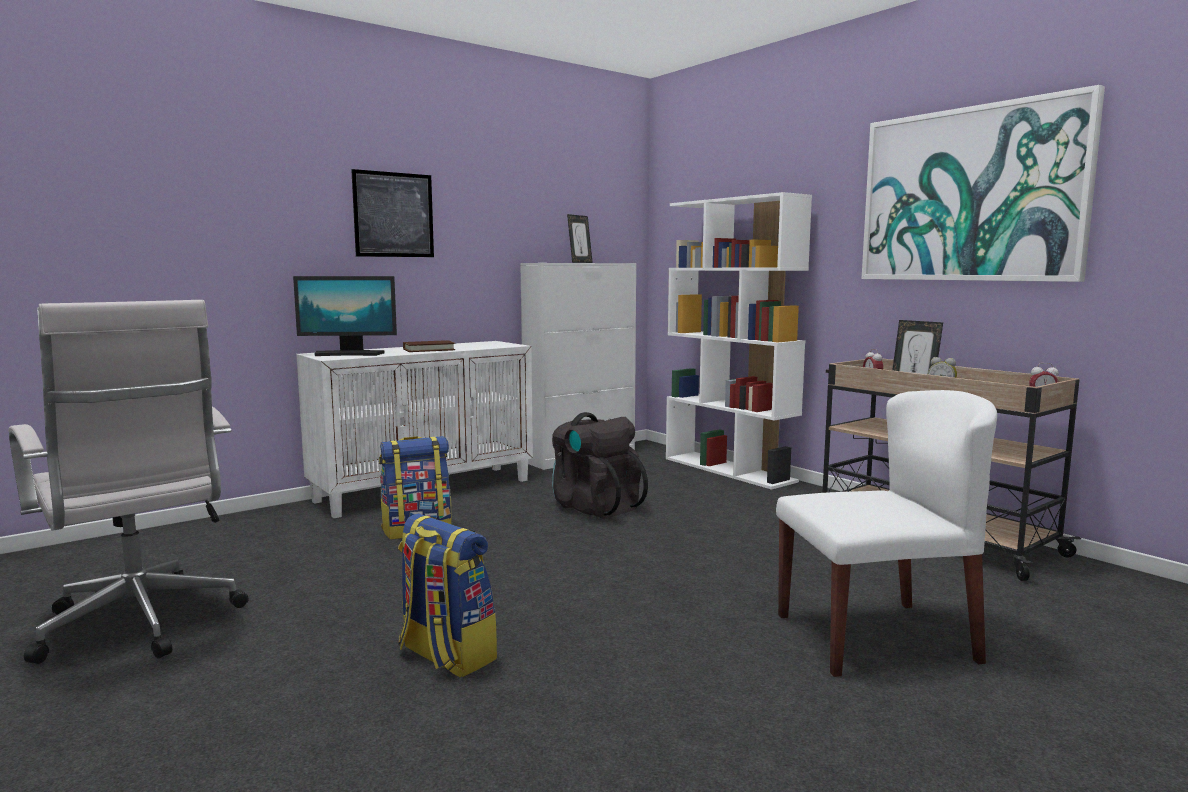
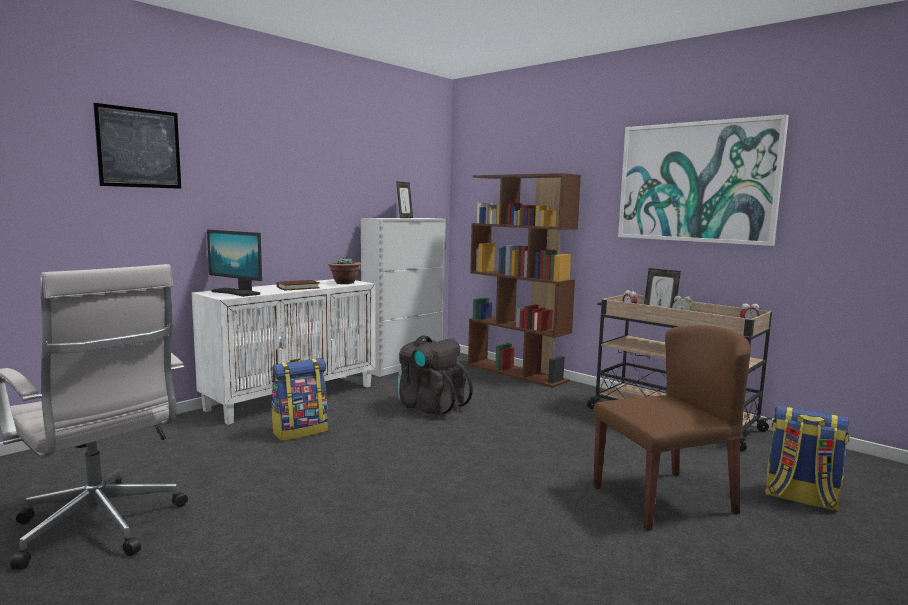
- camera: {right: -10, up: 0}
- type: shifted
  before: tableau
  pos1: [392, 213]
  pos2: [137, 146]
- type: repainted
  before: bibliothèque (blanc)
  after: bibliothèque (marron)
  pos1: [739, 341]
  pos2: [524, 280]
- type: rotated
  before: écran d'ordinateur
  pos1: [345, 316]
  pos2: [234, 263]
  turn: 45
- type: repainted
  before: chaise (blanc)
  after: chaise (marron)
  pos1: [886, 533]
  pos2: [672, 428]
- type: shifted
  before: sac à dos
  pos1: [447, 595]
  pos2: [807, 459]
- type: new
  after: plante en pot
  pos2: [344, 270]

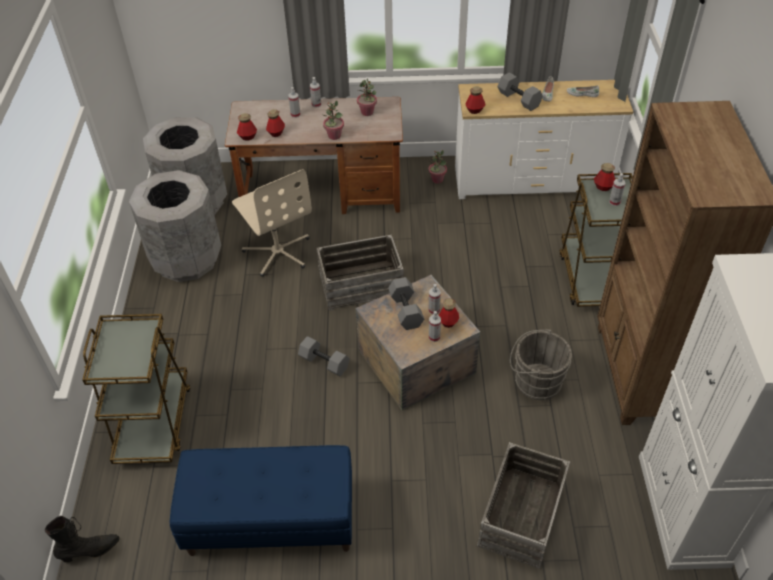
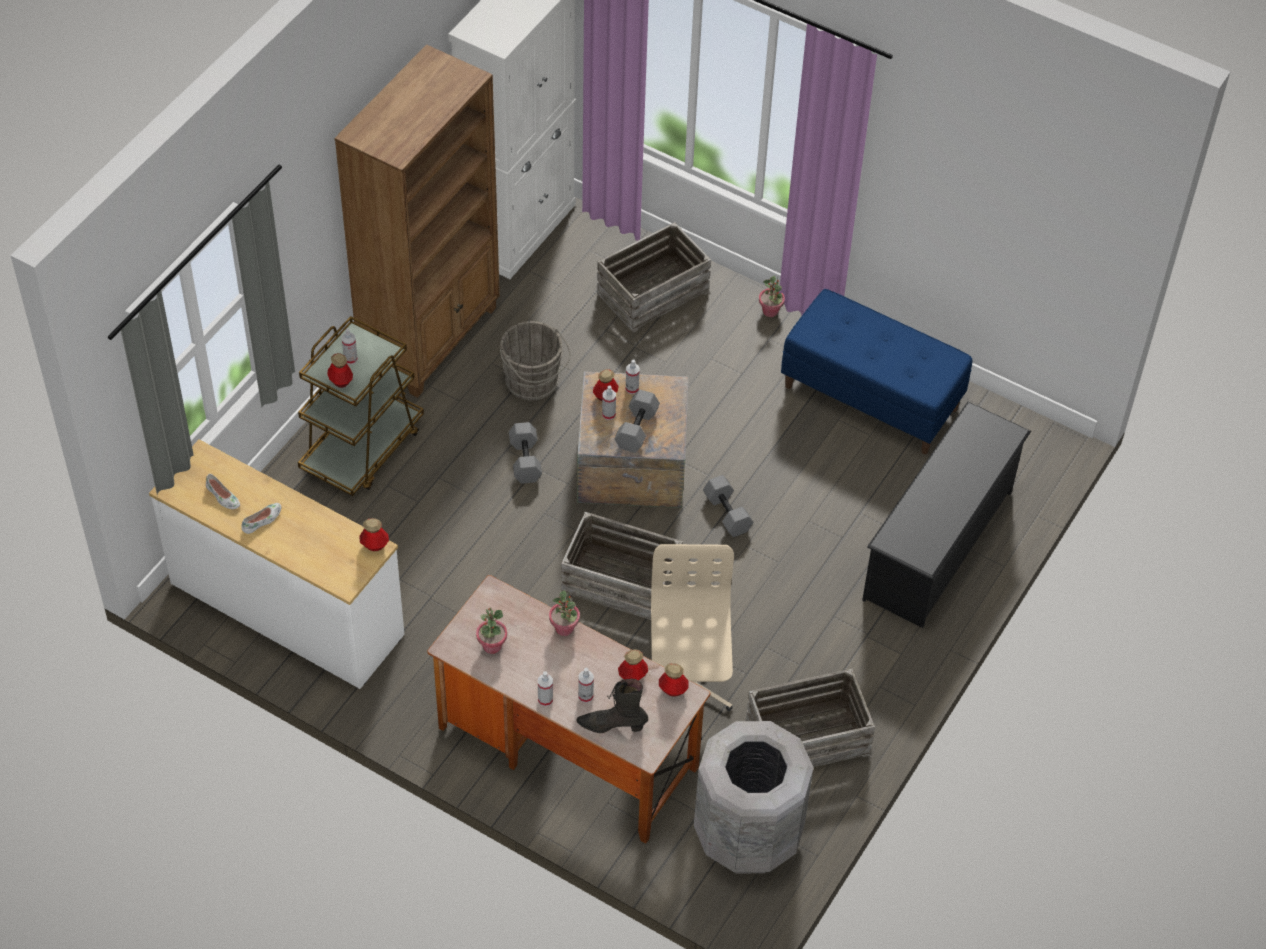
- camera: {right: -150, up: 5}
- type: shifted
  before: haltère (gris)
  pos1: [520, 91]
  pos2: [525, 453]
- type: shifted
  before: plante en pot
  pos1: [437, 167]
  pos2: [772, 296]
- type: swapped
  before: poubelle (gris)
  after: caisse
  pos1: [175, 226]
  pos2: [810, 717]
- type: swapped
  before: chariot (marron)
  after: étagère à chaussures (noir)
  pos1: [136, 389]
  pos2: [946, 515]
- type: shifted
  before: botte (noir)
  pos1: [82, 539]
  pos2: [612, 706]

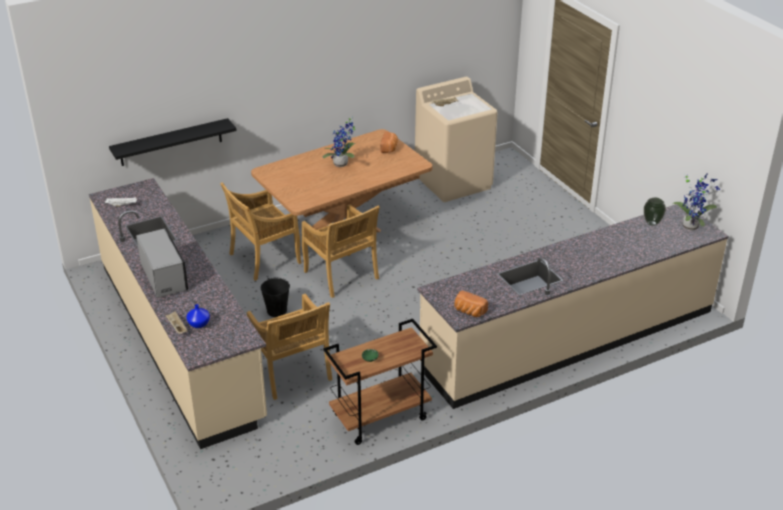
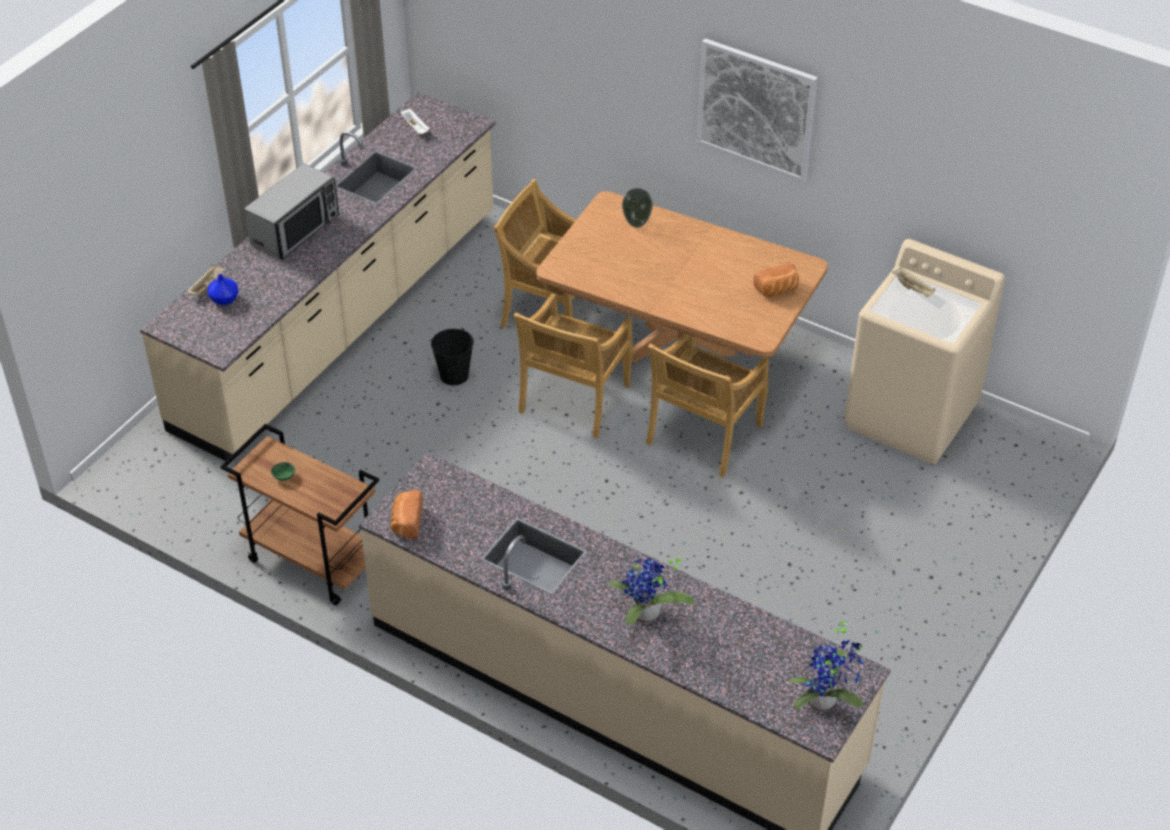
- camera: {right: 60, up: 10}
- type: shifted
  before: plante en pot
  pos1: [338, 141]
  pos2: [651, 590]
- type: gone
  before: étagère (noir)
  pos1: [173, 142]
- type: shifted
  before: vase
  pos1: [655, 212]
  pos2: [637, 208]
- type: shifted
  before: chaise (beige)
  pos1: [290, 347]
  pos2: [707, 405]
- type: new
  after: tableau
  pos2: [757, 110]

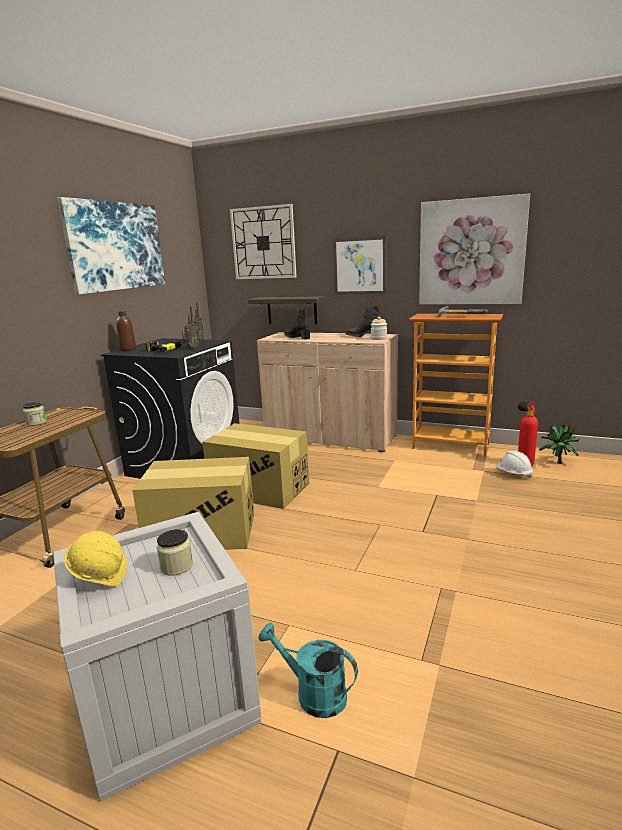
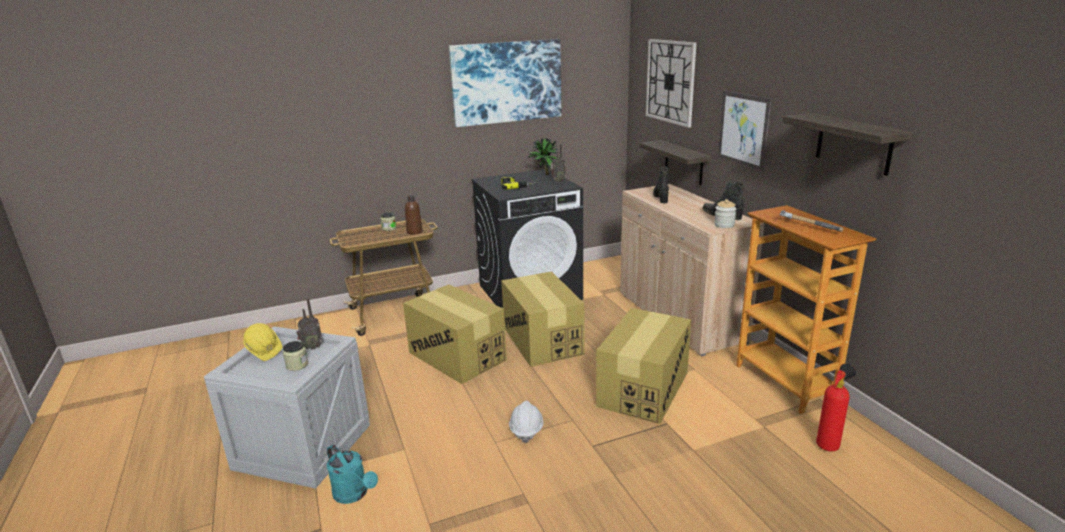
- camera: {right: 45, up: 5}
- type: swapped
  before: tableau
  after: étagère
  pos1: [474, 249]
  pos2: [847, 144]
- type: shifted
  before: radio
  pos1: [190, 327]
  pos2: [309, 324]
- type: shifted
  before: bouteille (marron)
  pos1: [126, 331]
  pos2: [414, 215]
- type: shifted
  before: plante en pot
  pos1: [559, 444]
  pos2: [543, 157]
- type: shifted
  before: casque de chantier (blanc)
  pos1: [514, 465]
  pos2: [526, 422]
- type: rotated
  before: arrosoir (turquoise)
  pos1: [308, 670]
  pos2: [352, 474]
  turn: 150
- type: new
  after: carton
  pos2: [643, 366]

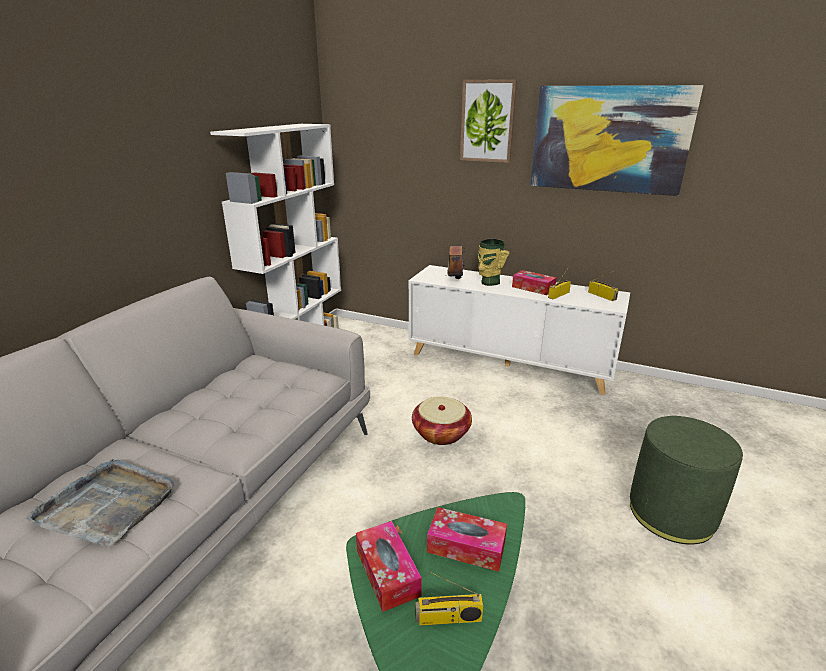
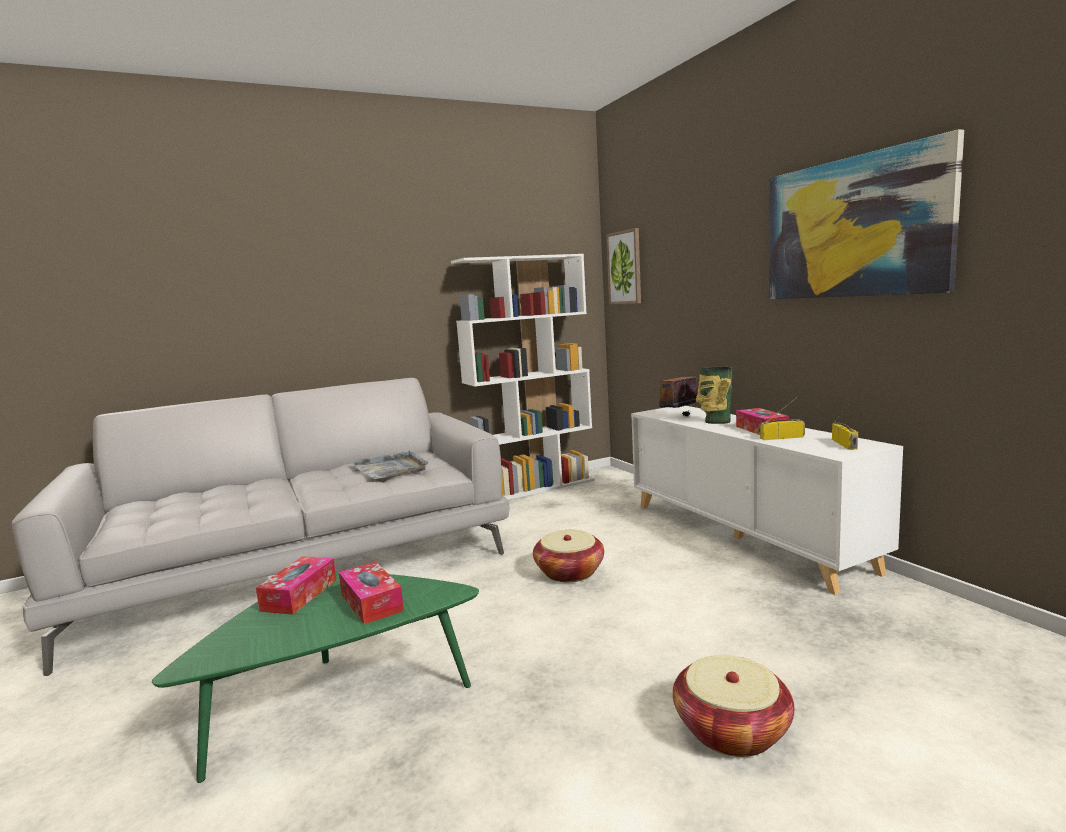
- camera: {right: 40, up: -15}
- type: shifted
  before: tableau
  pos1: [488, 121]
  pos2: [623, 266]
- type: swapped
  before: pouf (vert)
  after: panier
  pos1: [686, 480]
  pos2: [733, 706]
- type: shifted
  before: plateau (gris)
  pos1: [99, 502]
  pos2: [390, 464]
- type: gone
  before: radio
  pos1: [449, 598]

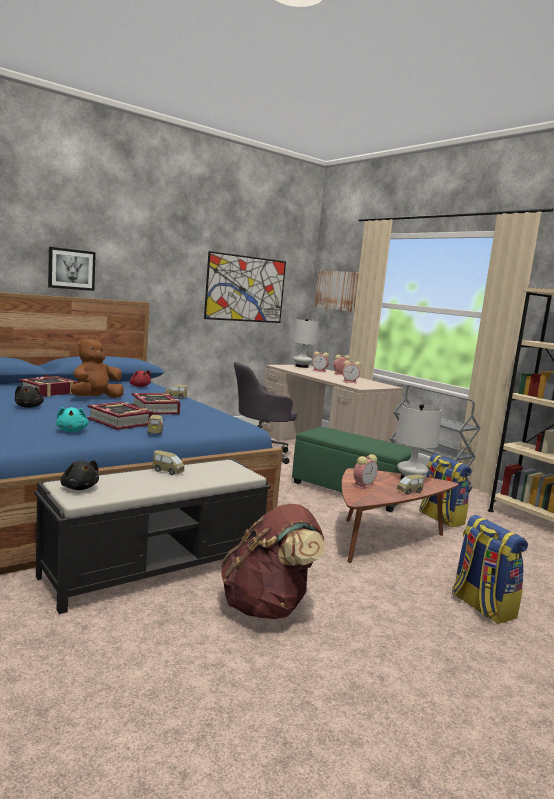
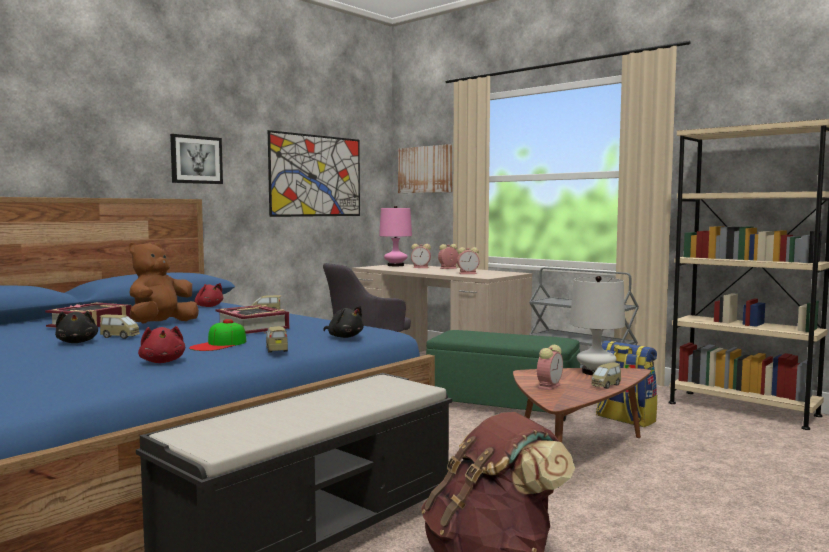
- camera: {right: -10, up: -5}
- type: shifted
  before: tableau
  pos1: [72, 269]
  pos2: [196, 159]
- type: repainted
  before: lampe de table (blanc)
  after: lampe de table (rose)
  pos1: [305, 343]
  pos2: [395, 236]
- type: swapped
  before: livre
  after: casquette
  pos1: [120, 416]
  pos2: [217, 335]
- type: repainted
  before: peluche (turquoise)
  after: peluche (rouge)
  pos1: [72, 419]
  pos2: [161, 344]
- type: shifted
  before: petite voiture
  pos1: [168, 462]
  pos2: [120, 327]
- type: shifted
  before: peluche (noir)
  pos1: [79, 475]
  pos2: [343, 322]
- type: gone
  before: sac à dos
  pos1: [490, 569]

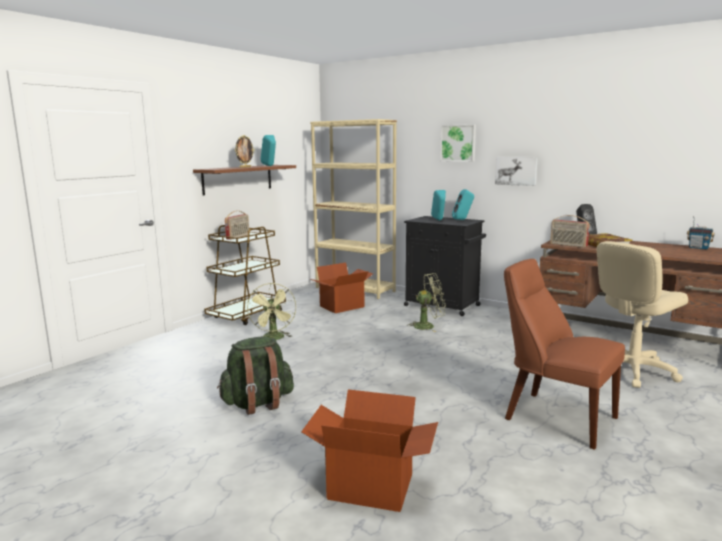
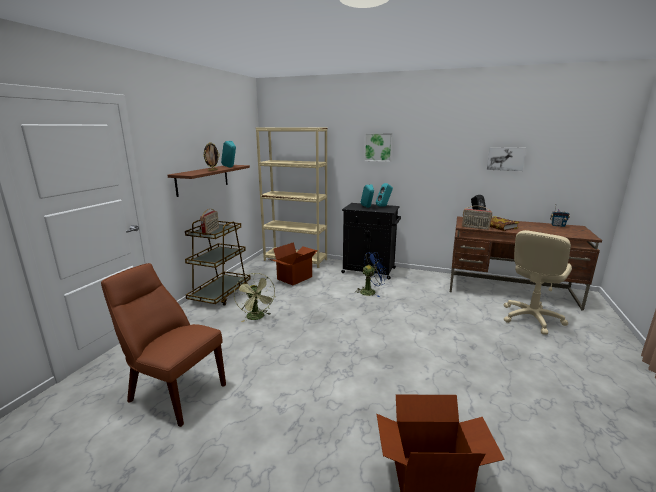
- camera: {right: -15, up: 5}
- type: shifted
  before: tableau
  pos1: [516, 171]
  pos2: [506, 159]
- type: shifted
  before: chaise (marron)
  pos1: [564, 354]
  pos2: [163, 345]
- type: repainted
  before: ventilateur (vert)
  after: ventilateur (bleu)
  pos1: [427, 302]
  pos2: [371, 274]
- type: gone
  before: sac à dos (vert)
  pos1: [255, 376]

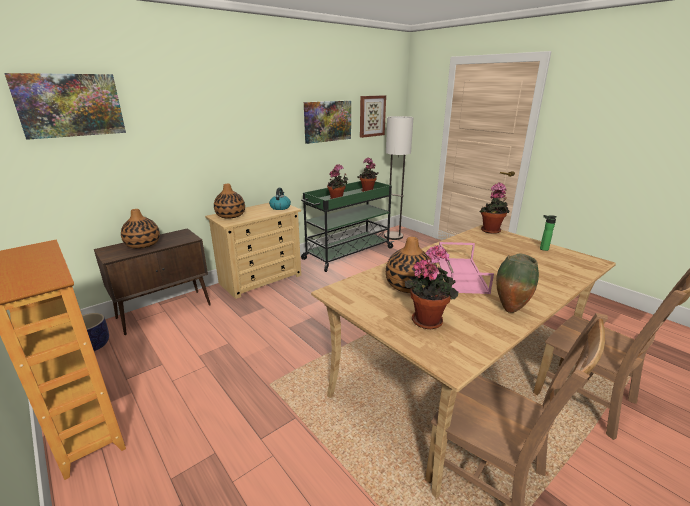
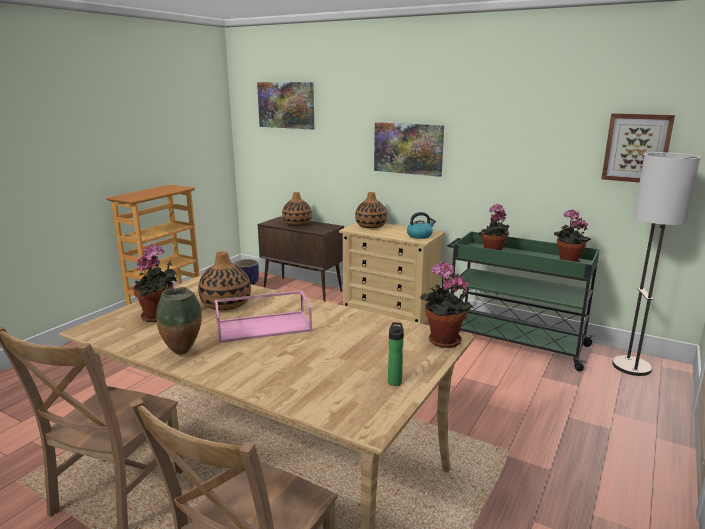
- camera: {right: 70, up: -5}
- type: shifted
  before: tableau
  pos1: [327, 122]
  pos2: [409, 149]

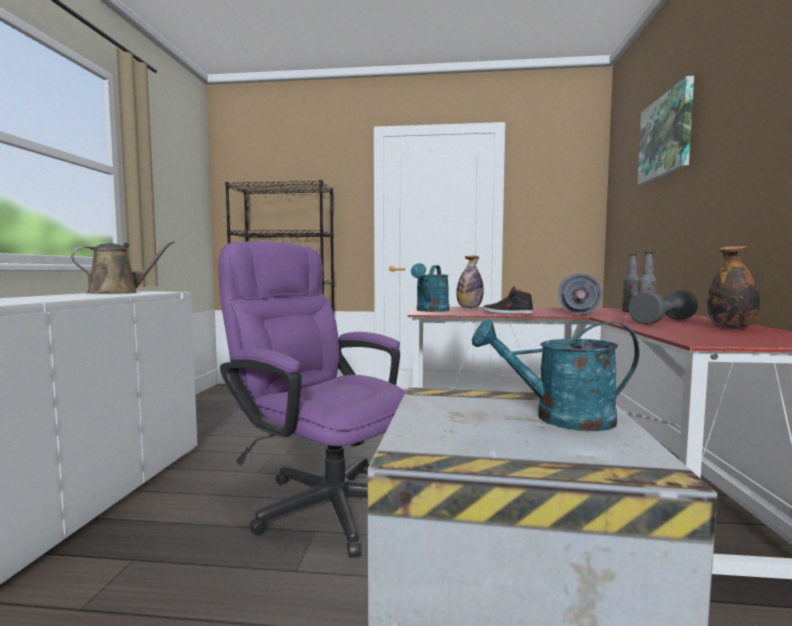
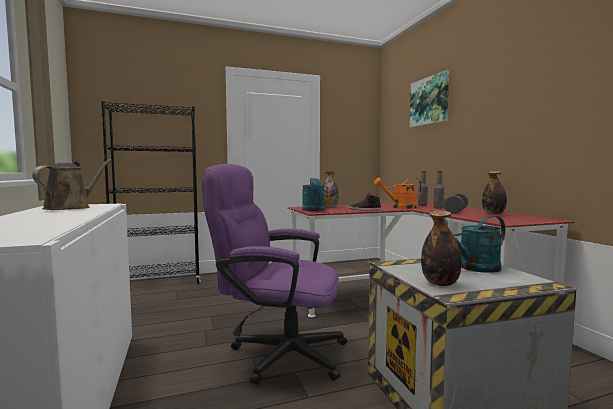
- camera: {right: -25, up: 0}
- type: swapped
  before: haltère (gris)
  after: arrosoir (orange)
  pos1: [580, 294]
  pos2: [398, 193]
- type: new
  after: bouteille
  pos2: [441, 248]

